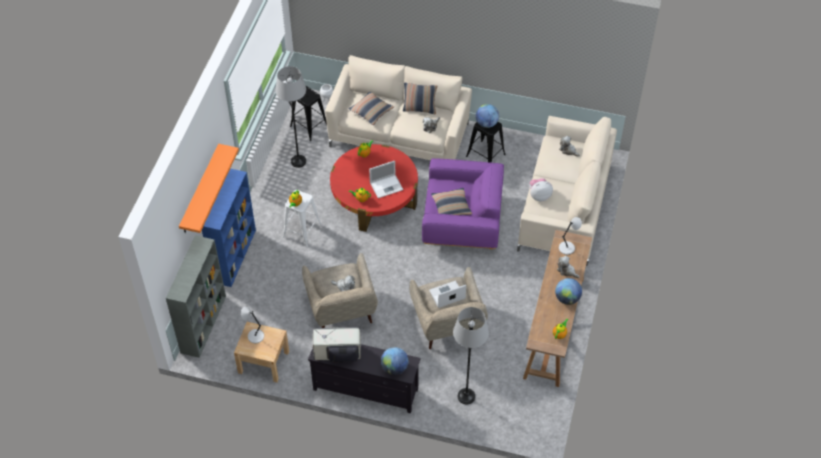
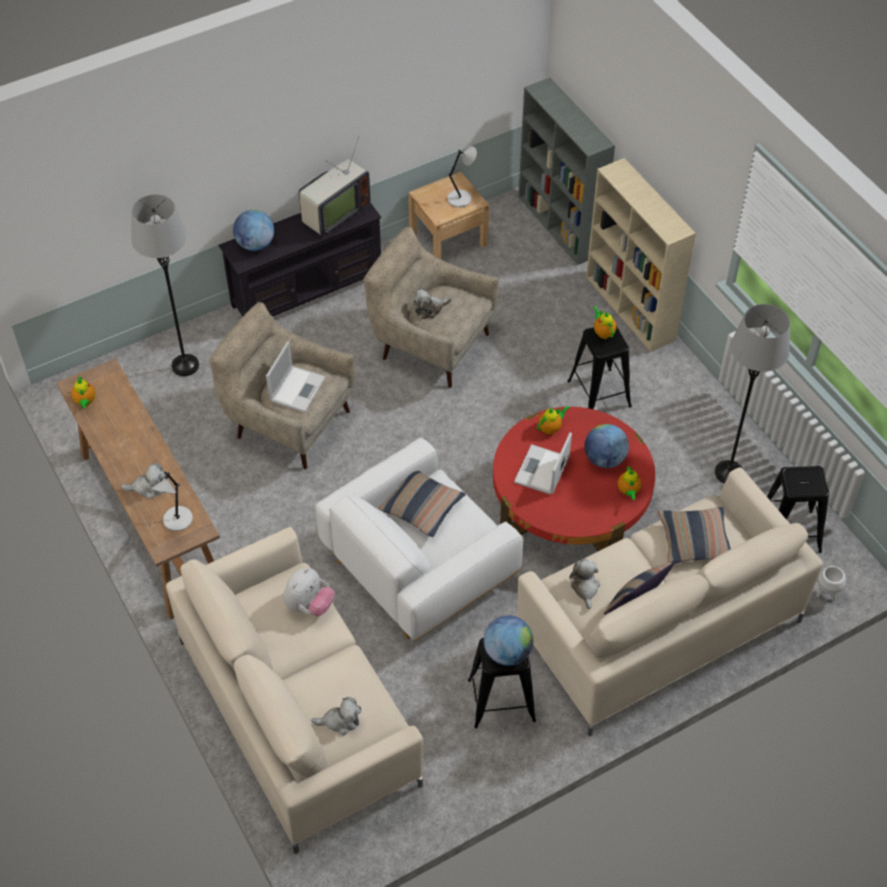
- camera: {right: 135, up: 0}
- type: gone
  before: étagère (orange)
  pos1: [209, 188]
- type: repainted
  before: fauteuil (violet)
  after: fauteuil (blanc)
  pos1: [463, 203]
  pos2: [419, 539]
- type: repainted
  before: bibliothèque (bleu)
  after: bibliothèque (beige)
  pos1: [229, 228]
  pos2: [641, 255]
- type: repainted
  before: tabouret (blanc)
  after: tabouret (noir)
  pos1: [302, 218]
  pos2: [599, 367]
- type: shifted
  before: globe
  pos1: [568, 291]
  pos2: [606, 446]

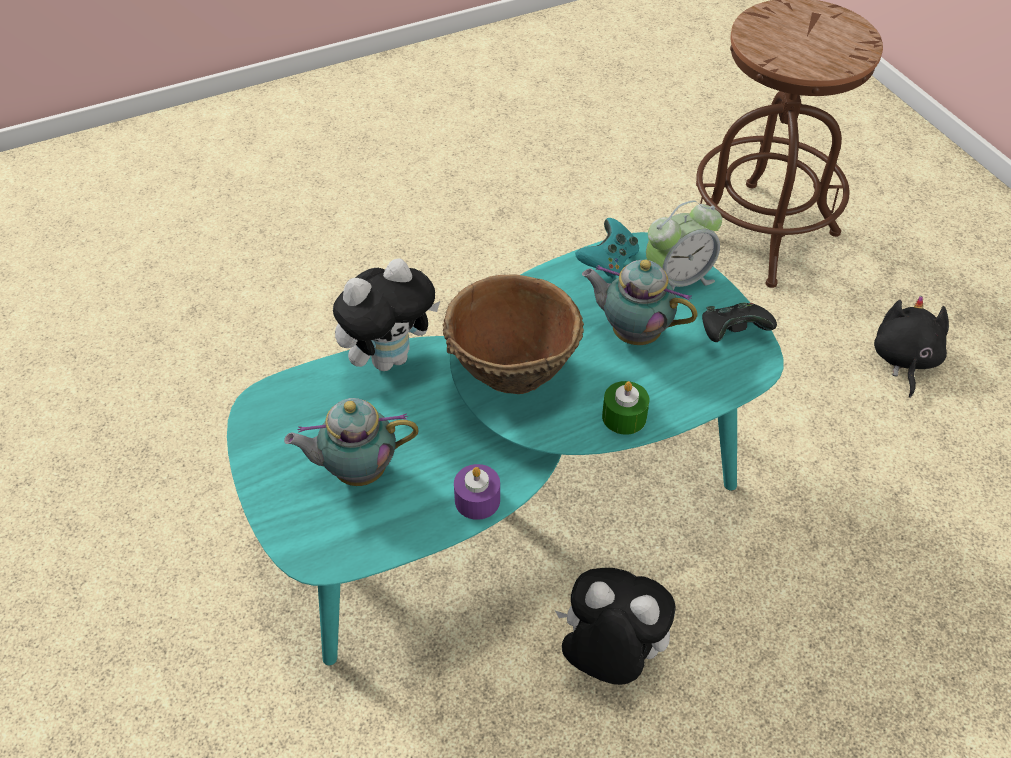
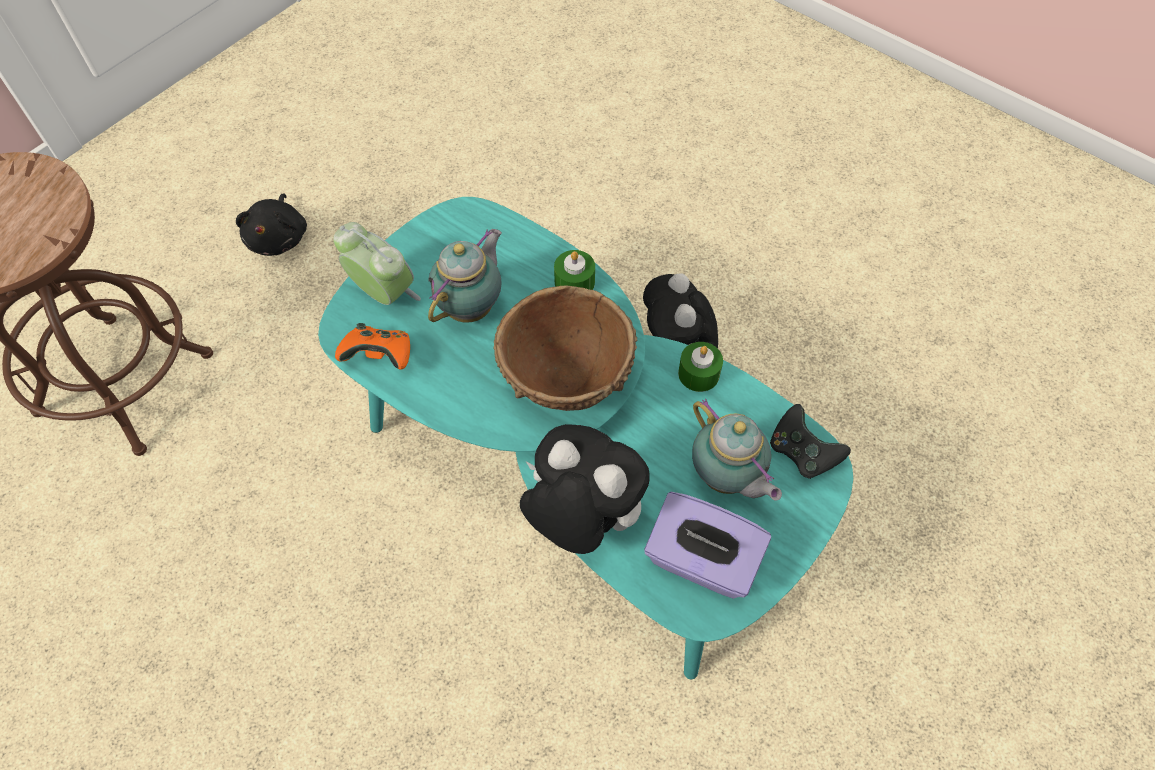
- camera: {right: -115, up: 10}
- type: repainted
  before: manette (turquoise)
  after: manette (orange)
  pos1: [607, 248]
  pos2: [372, 346]
- type: rotated
  before: théière
  pos1: [640, 302]
  pos2: [465, 276]
  turn: -150
- type: rotated
  before: peluche (noir)
  pos1: [911, 347]
  pos2: [271, 224]
  turn: -75
- type: shifted
  before: manette (noir)
  pos1: [739, 322]
  pos2: [810, 441]
- type: repainted
  before: bougie (violet)
  after: bougie (vert)
  pos1: [477, 492]
  pos2: [700, 367]
- type: new
  after: boîte à mouchoirs (violet)
  pos2: [707, 545]

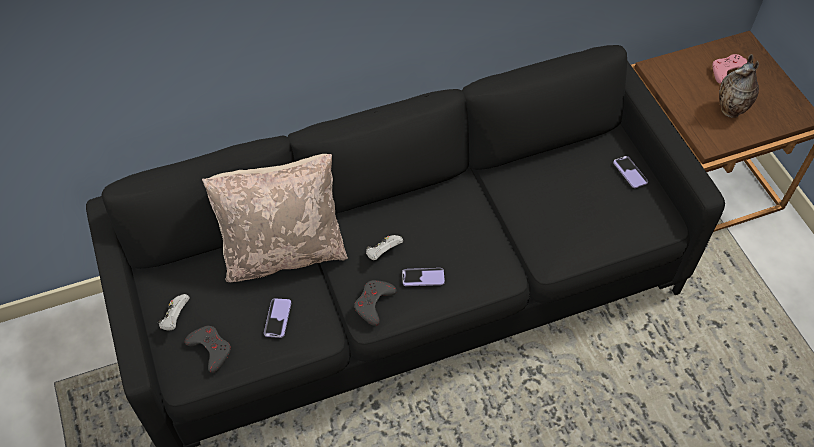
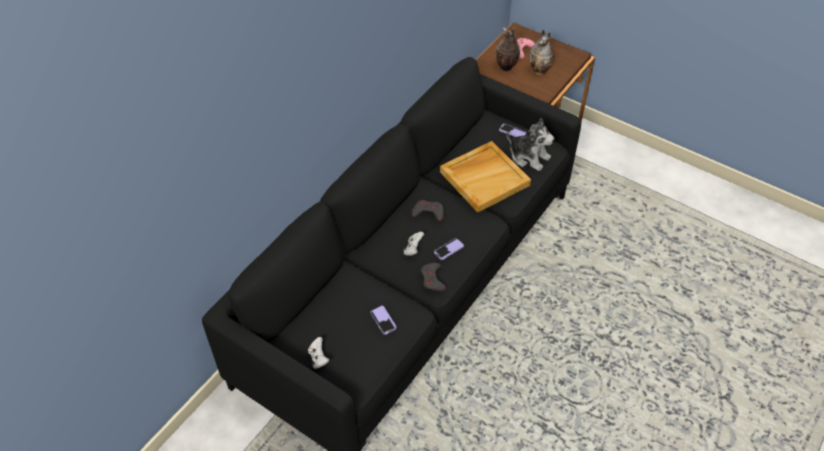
- camera: {right: -35, up: -5}
- type: gone
  before: coussin (beige)
  pos1: [275, 218]
- type: shifted
  before: manette (gris)
  pos1: [208, 349]
  pos2: [427, 211]
- type: new
  after: vase
  pos2: [508, 49]
- type: new
  after: peluche
  pos2: [530, 144]
- type: new
  after: plateau (beige)
  pos2: [485, 177]

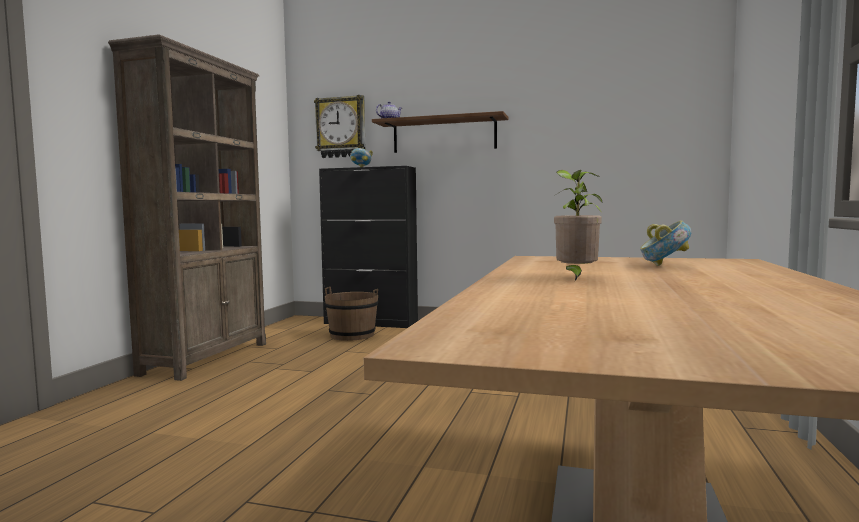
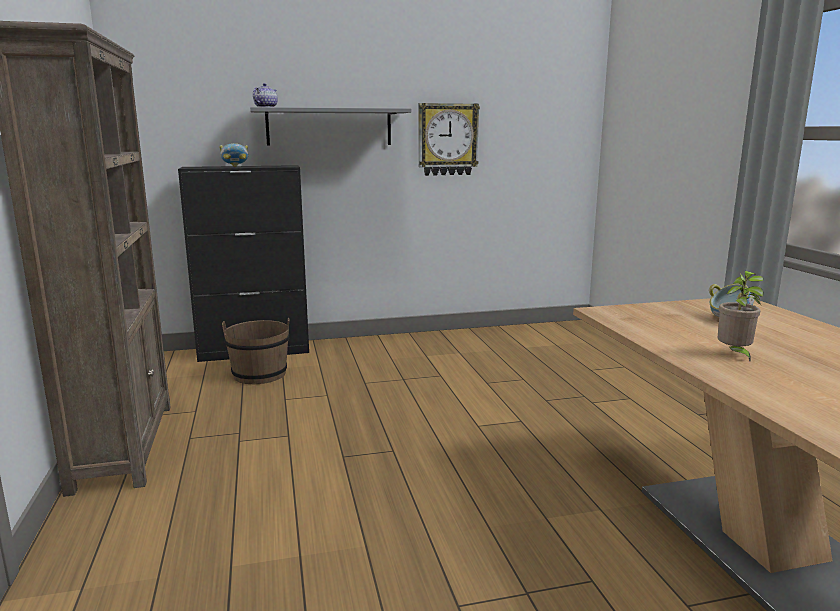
- camera: {right: -30, up: 10}
- type: shifted
  before: horloge murale
  pos1: [339, 126]
  pos2: [449, 139]
- type: repainted
  before: étagère (marron)
  after: étagère (gris)
  pos1: [440, 132]
  pos2: [330, 126]

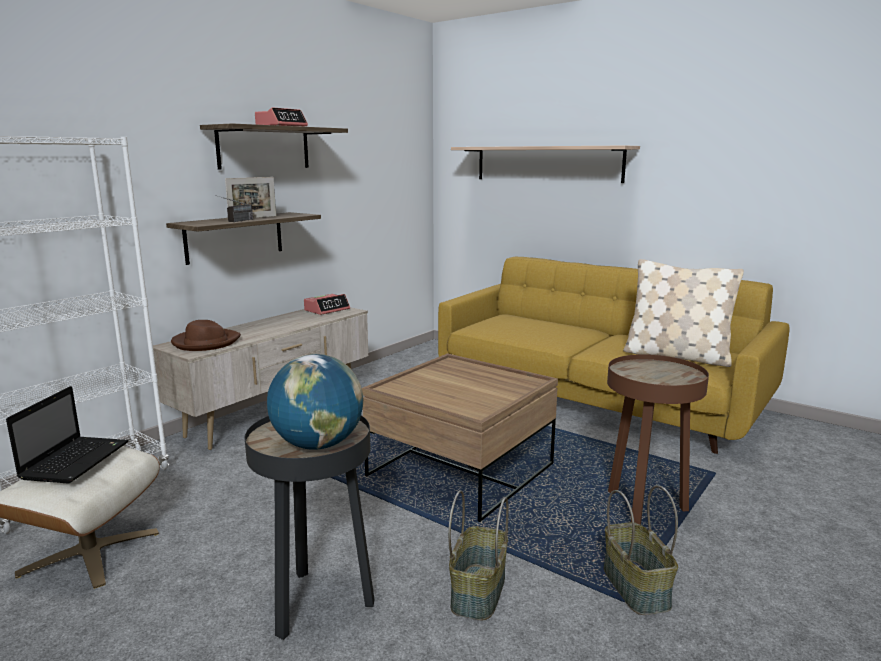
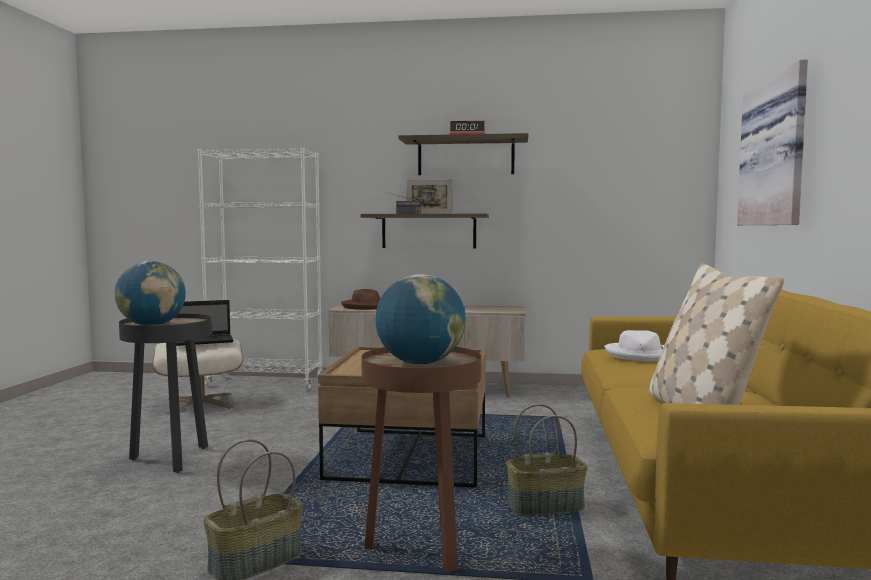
- camera: {right: 60, up: -10}
- type: swapped
  before: étagère
  after: tableau
  pos1: [545, 164]
  pos2: [772, 142]
- type: gone
  before: réveil
  pos1: [327, 304]
- type: shifted
  before: panier
  pos1: [478, 555]
  pos2: [546, 459]
- type: new
  after: globe
  pos2: [421, 319]
- type: new
  after: chapeau (blanc)
  pos2: [634, 346]

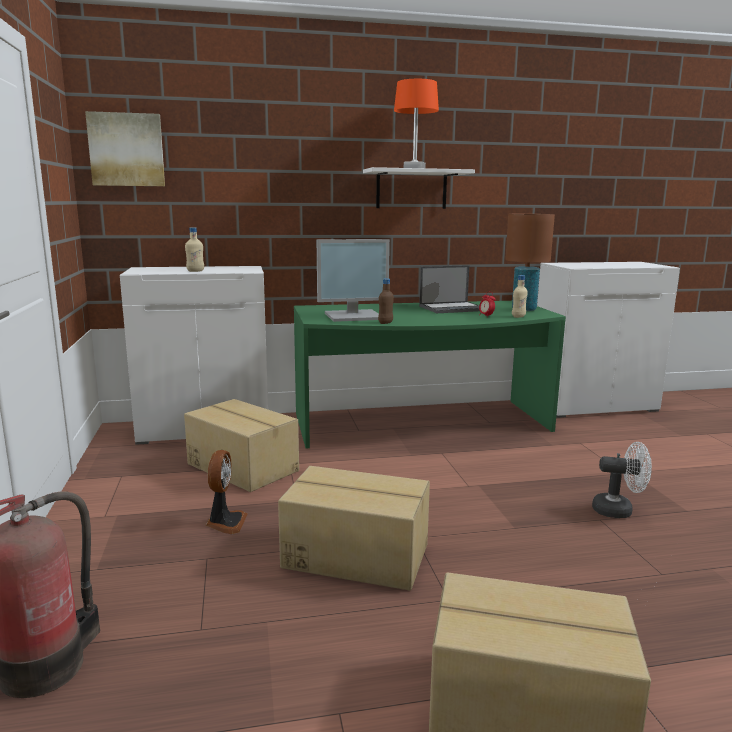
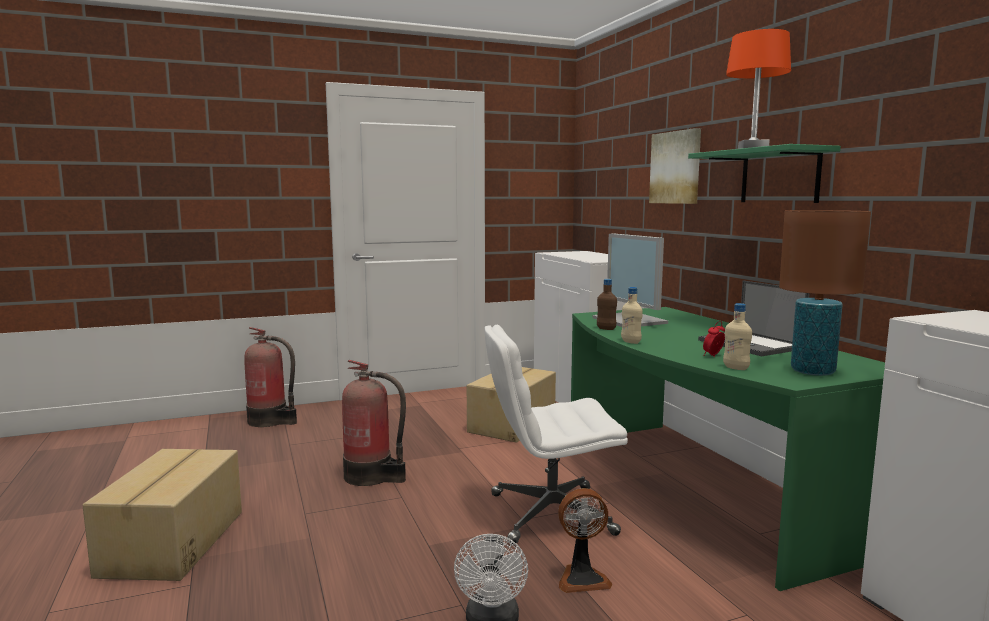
- camera: {right: 80, up: -5}
- type: shifted
  before: tableau
  pos1: [125, 148]
  pos2: [675, 166]
- type: repainted
  before: étagère (blanc)
  after: étagère (vert)
  pos1: [419, 188]
  pos2: [764, 173]
- type: shifted
  before: bouteille (beige)
  pos1: [194, 249]
  pos2: [632, 315]
- type: shifted
  before: ventilateur
  pos1: [226, 492]
  pos2: [585, 540]
- type: swapped
  before: carton
  after: extincteur
  pos1: [354, 528]
  pos2: [374, 423]
- type: new
  after: chaise de bureau (blanc)
  pos2: [556, 434]

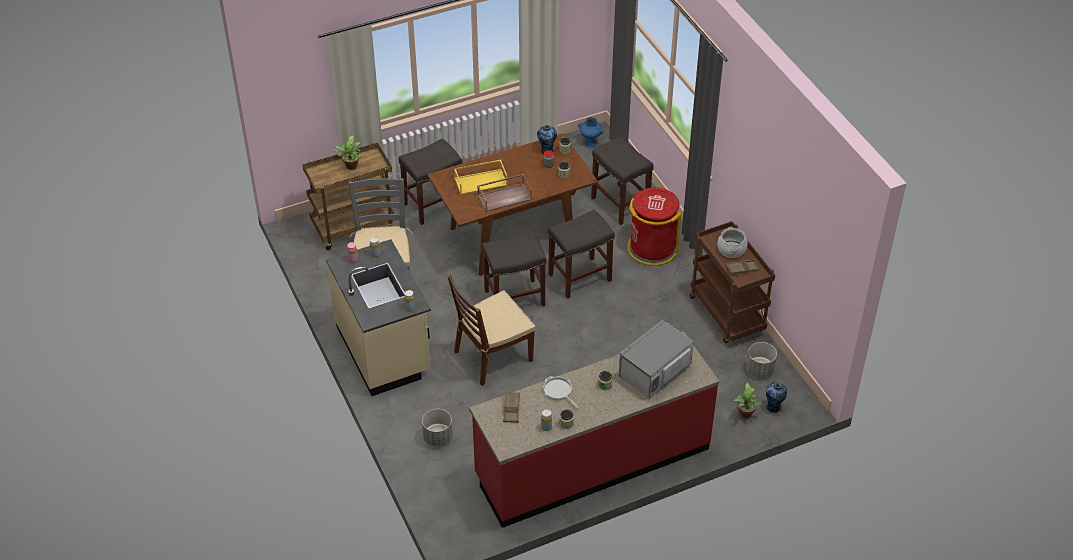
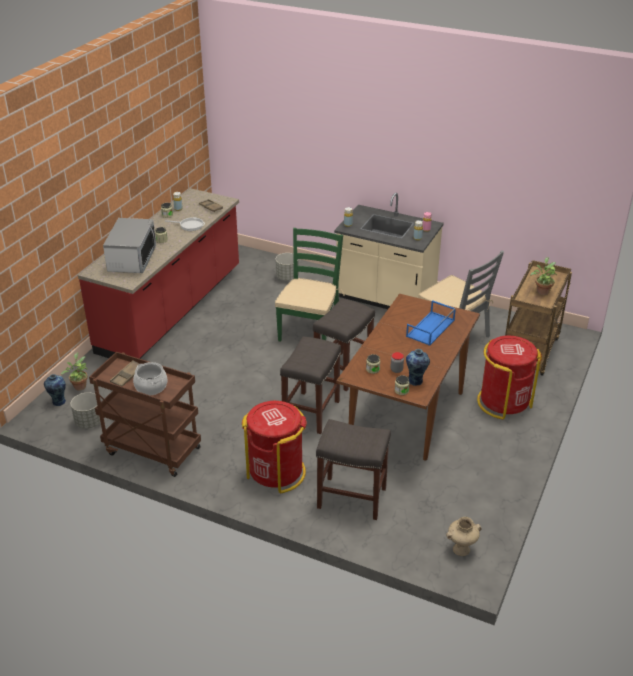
- camera: {right: 140, up: -10}
- type: repainted
  before: vase (bleu)
  after: vase (beige)
  pos1: [591, 132]
  pos2: [464, 536]
- type: swapped
  before: tabouret (gris)
  after: poubelle (rouge)
  pos1: [430, 181]
  pos2: [509, 377]
- type: repainted
  before: plateau (jaune)
  after: plateau (bleu)
  pos1: [481, 177]
  pos2: [431, 323]
- type: gone
  before: plateau (marron)
  pos1: [504, 193]
- type: repainted
  before: chaise (marron)
  after: chaise (vert)
  pos1: [491, 330]
  pos2: [310, 285]

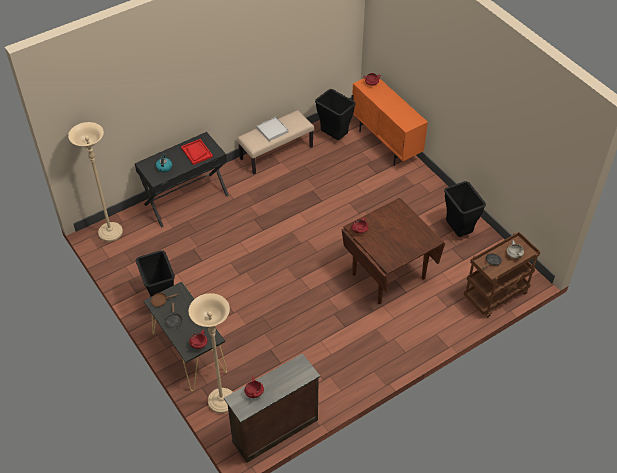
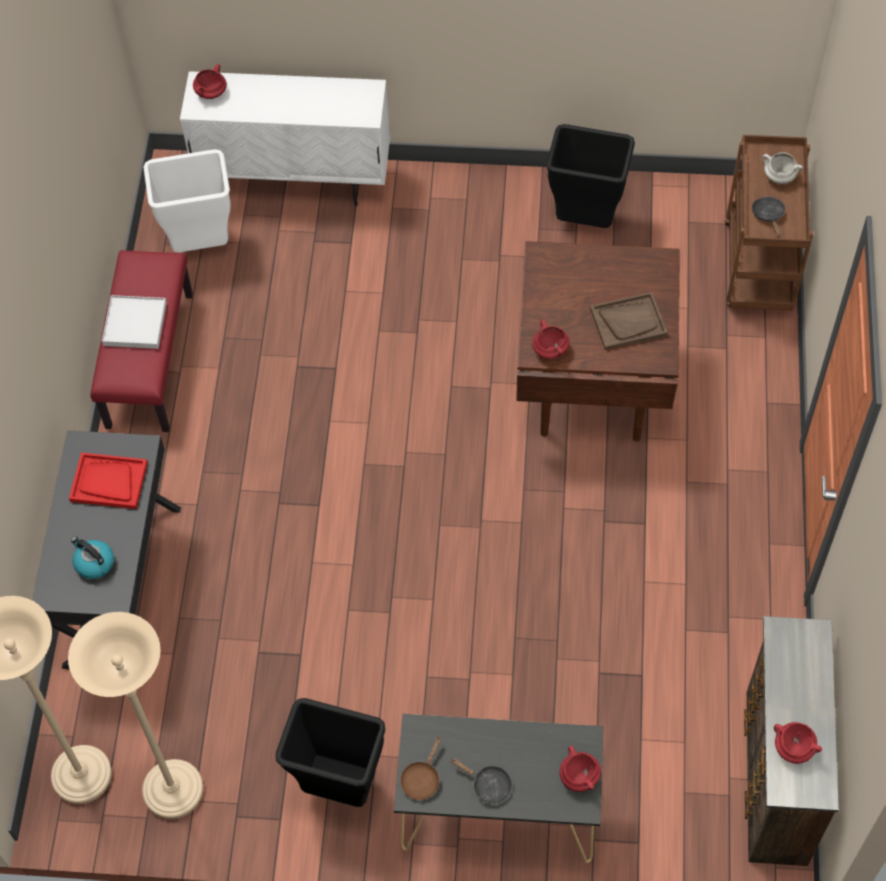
- camera: {right: -50, up: 10}
- type: repainted
  before: meuble de rangement (orange)
  after: meuble de rangement (blanc)
  pos1: [389, 122]
  pos2: [285, 138]
- type: repainted
  before: poubelle (noir)
  after: poubelle (blanc)
  pos1: [335, 114]
  pos2: [186, 201]
- type: repainted
  before: banc (beige)
  after: banc (rouge)
  pos1: [275, 142]
  pos2: [141, 341]
- type: shifted
  before: lampadaire (beige)
  pos1: [211, 353]
  pos2: [135, 715]
- type: new
  after: plateau (marron)
  pos2: [629, 321]

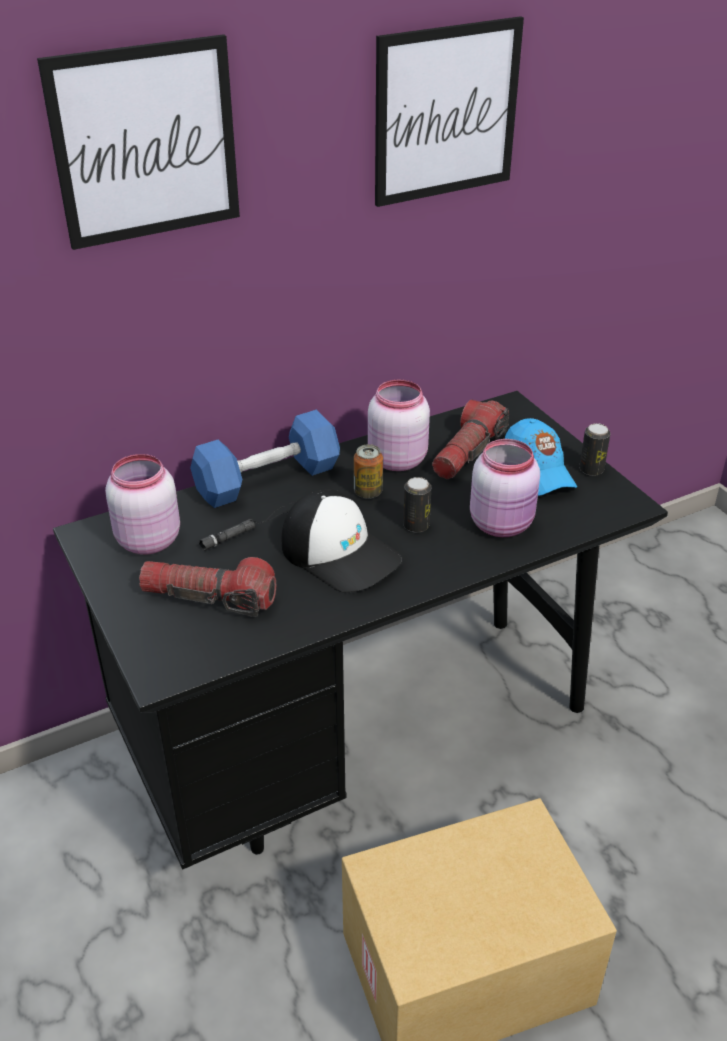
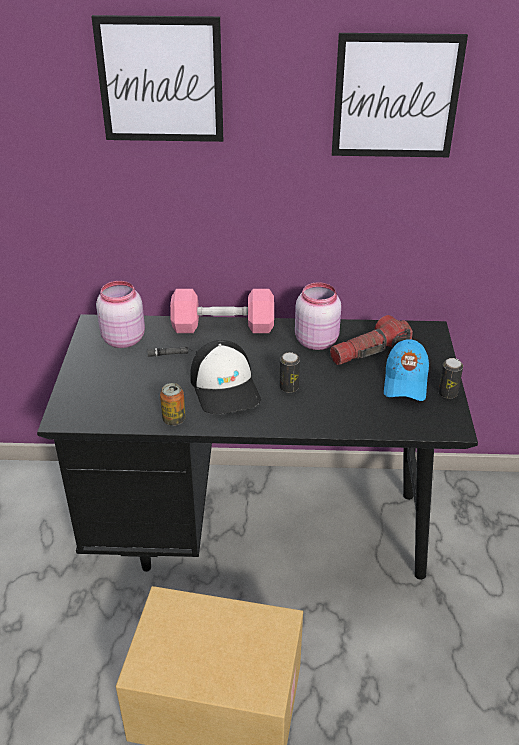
- camera: {right: 30, up: 0}
- type: repainted
  before: haltère (bleu)
  after: haltère (rose)
  pos1: [265, 459]
  pos2: [222, 311]
- type: gone
  before: bocal (rose)
  pos1: [505, 488]
- type: shifted
  before: boîte métallique
  pos1: [368, 471]
  pos2: [173, 404]
- type: gone
  before: lampe de poche
  pos1: [207, 587]

